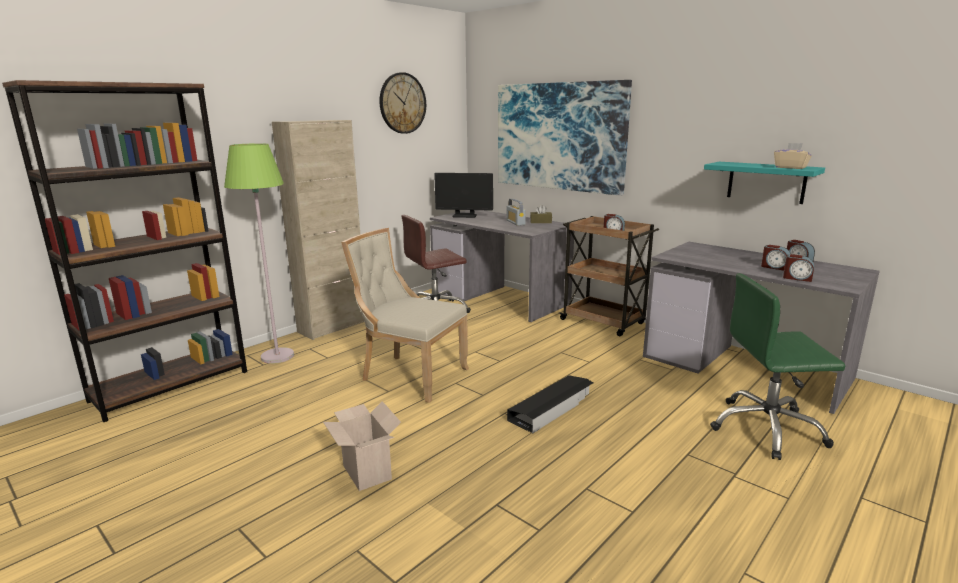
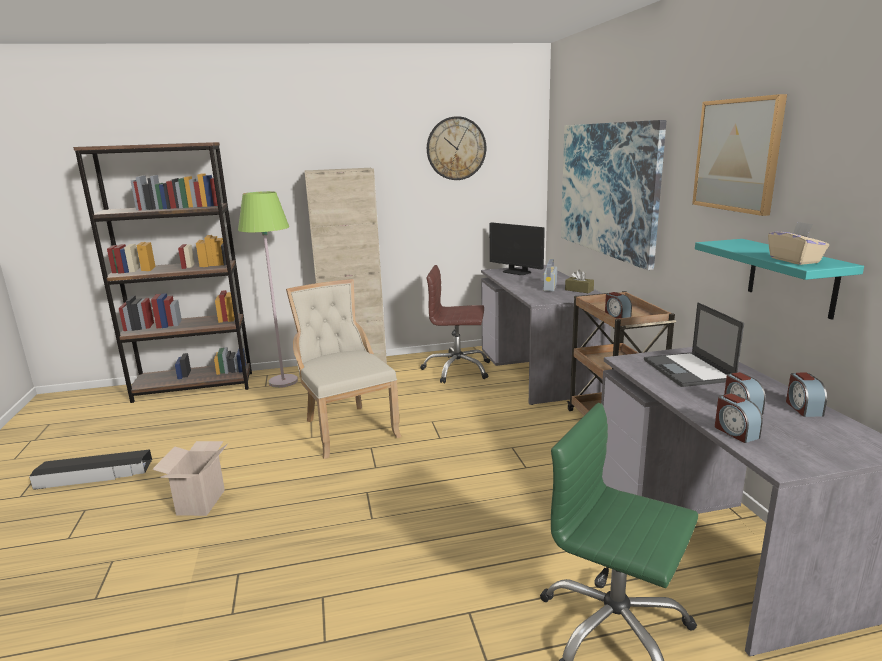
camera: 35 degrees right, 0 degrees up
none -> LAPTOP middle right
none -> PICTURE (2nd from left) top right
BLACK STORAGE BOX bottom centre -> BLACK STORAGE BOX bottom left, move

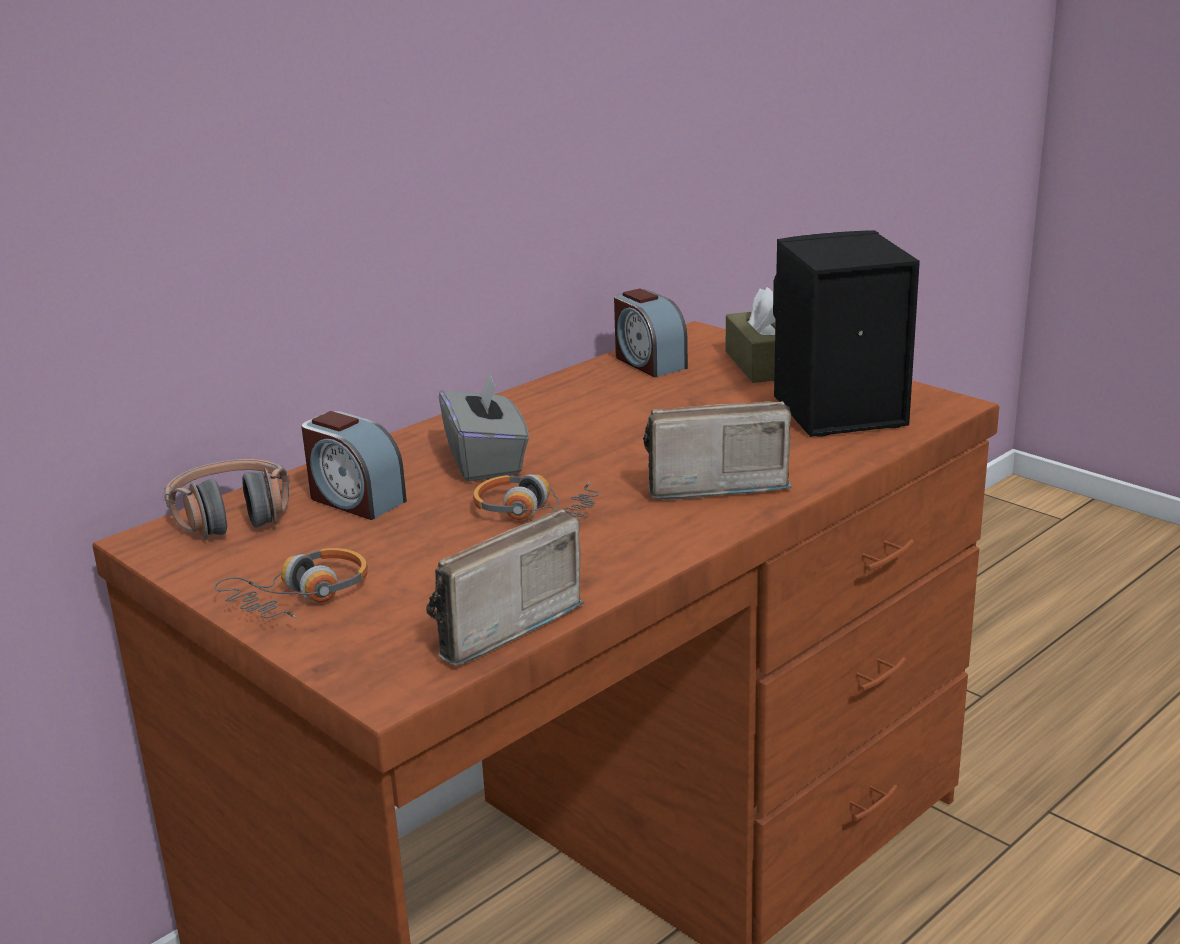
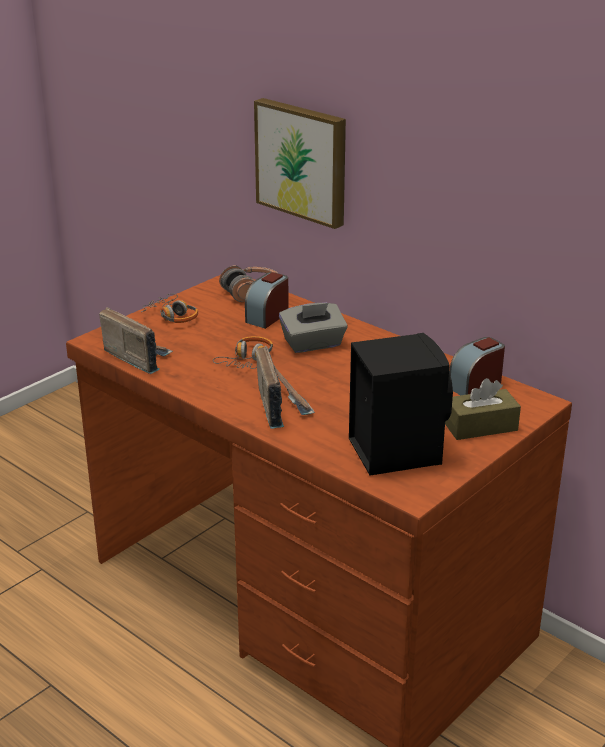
camera: 85 degrees right, 5 degrees up
none -> PICTURE top centre

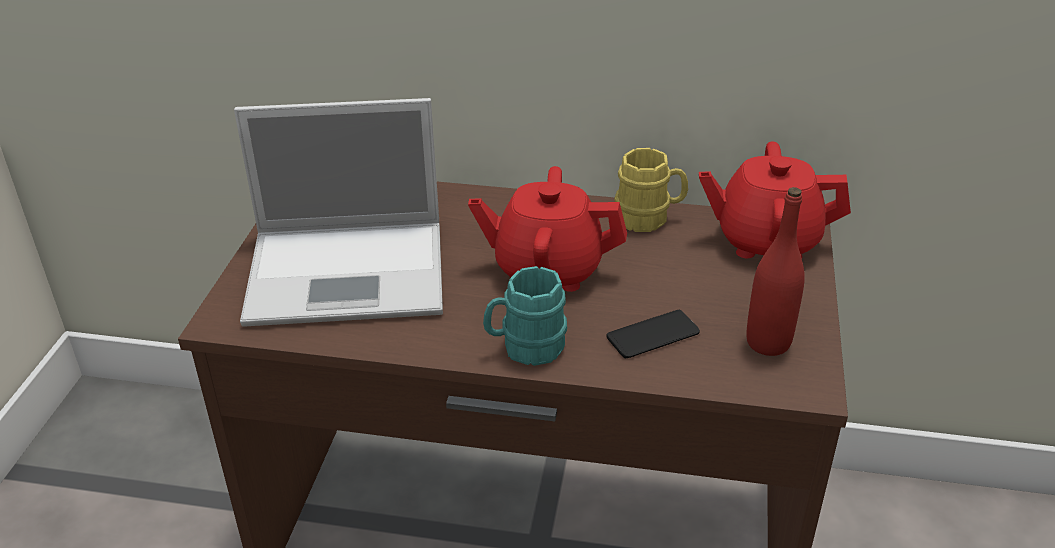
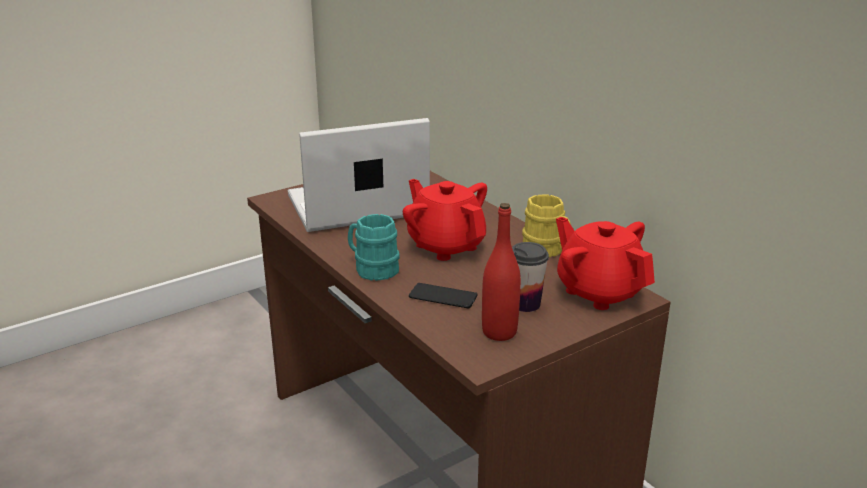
camera: 45 degrees right, 10 degrees down
none -> CUP centre
LAPTOP middle left -> LAPTOP centre, 120 degrees clockwise

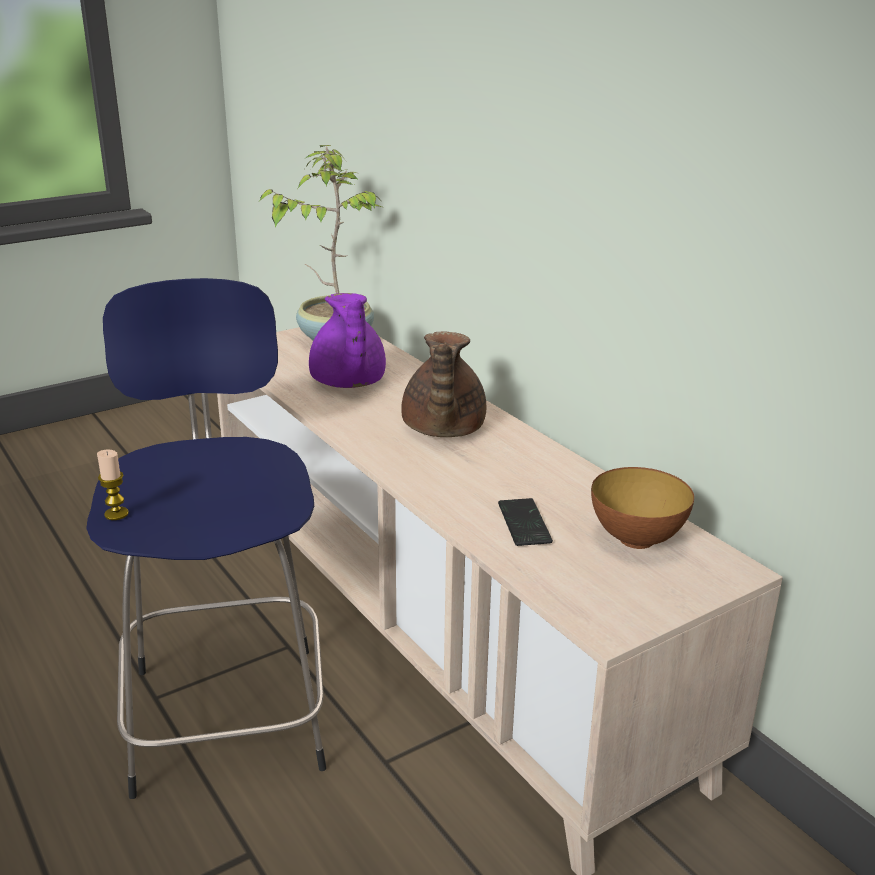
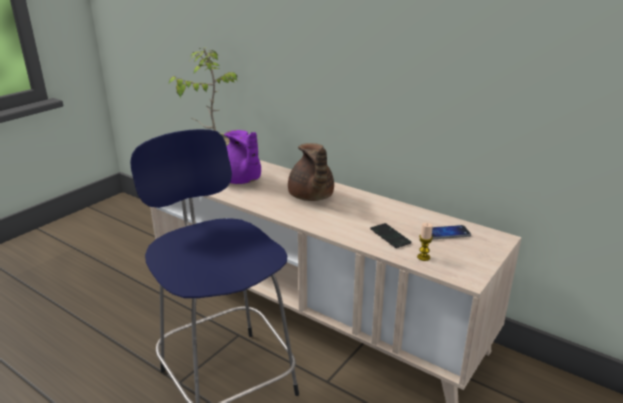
camera: 20 degrees left, 0 degrees up
CANDLE middle left -> CANDLE middle right, move
BOWL middle right -> PHONE (2nd from left) middle right

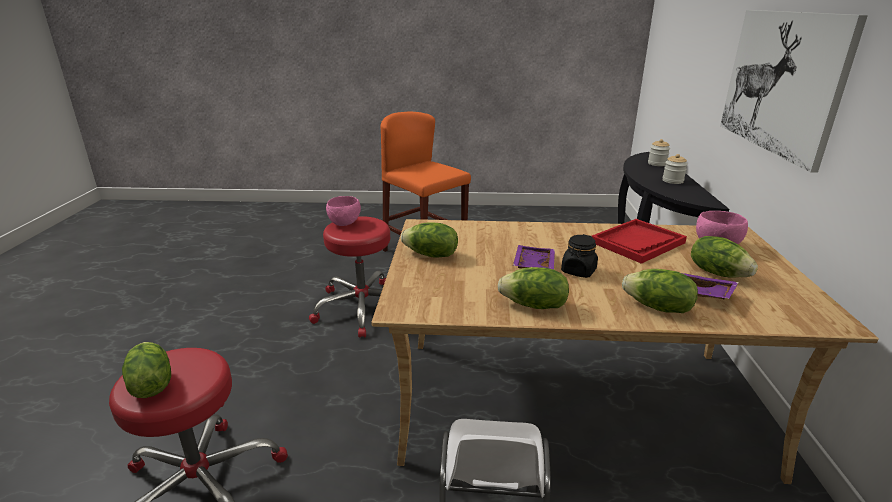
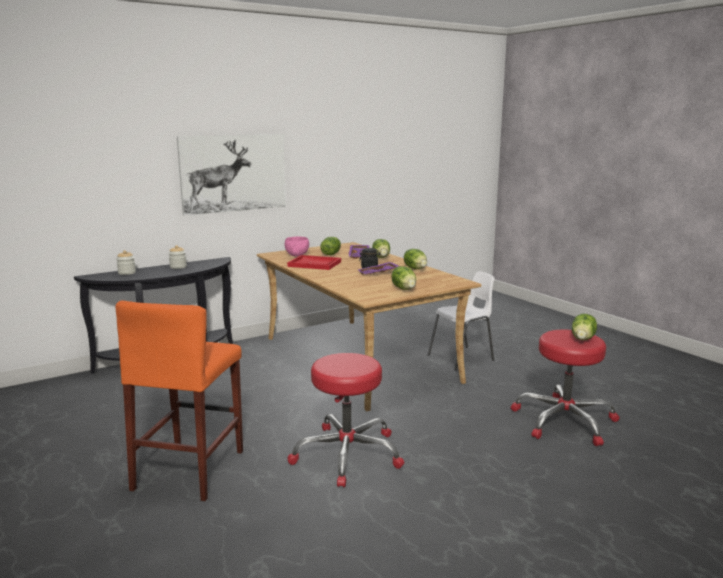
camera: 125 degrees left, 10 degrees down
PINK BOWL (1st from left) centre -> none

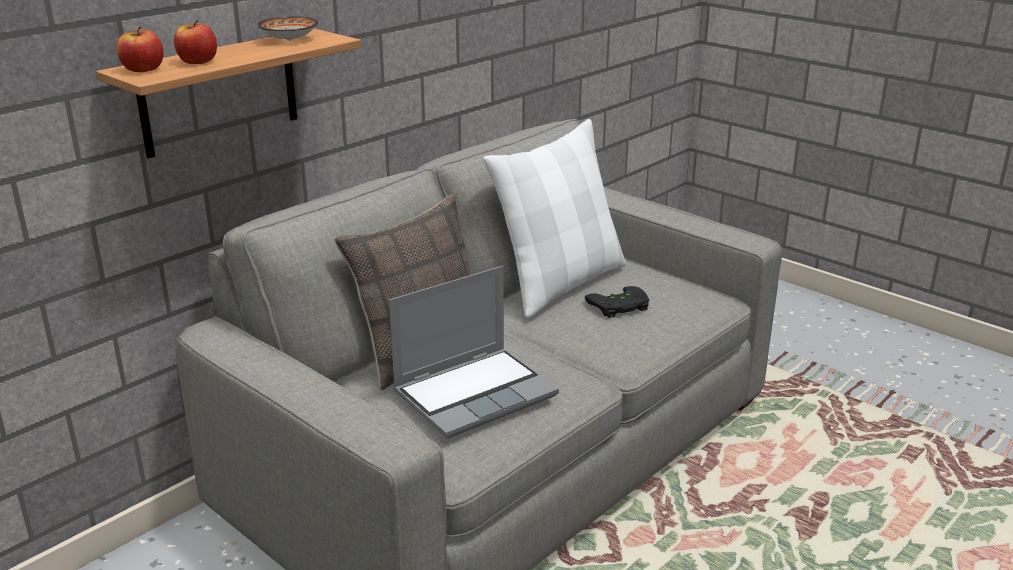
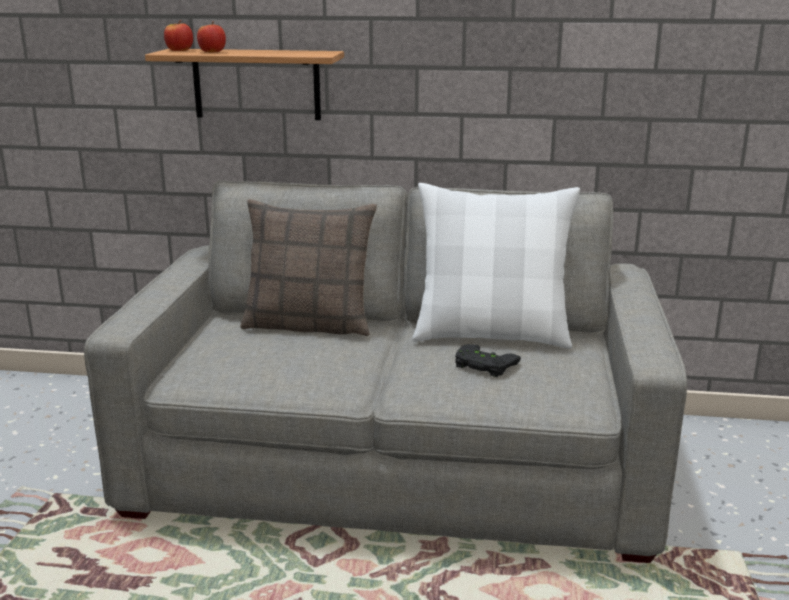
camera: 55 degrees right, 5 degrees down
BOWL top left -> none
LAPTOP centre -> none

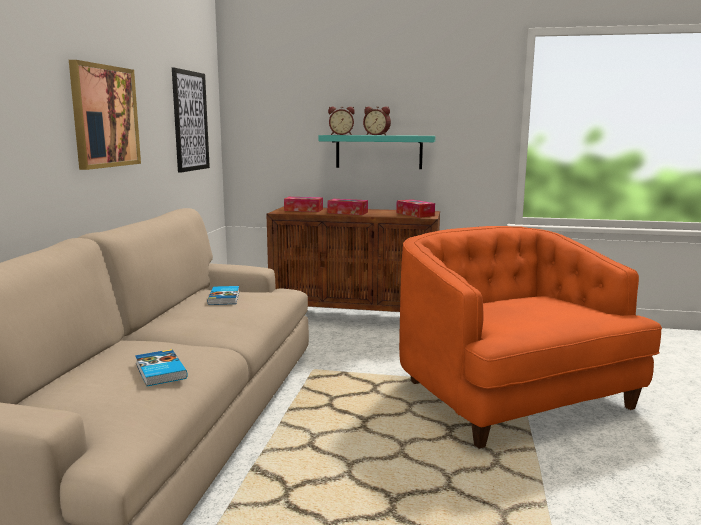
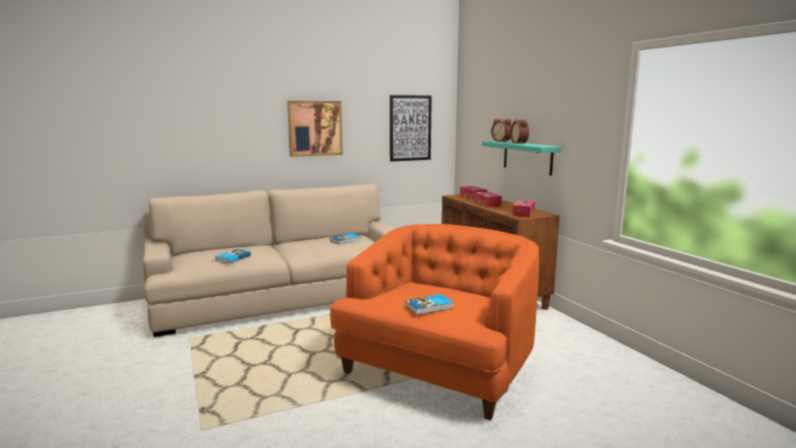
camera: 55 degrees right, 0 degrees up
none -> BOOK (3rd from left) bottom centre

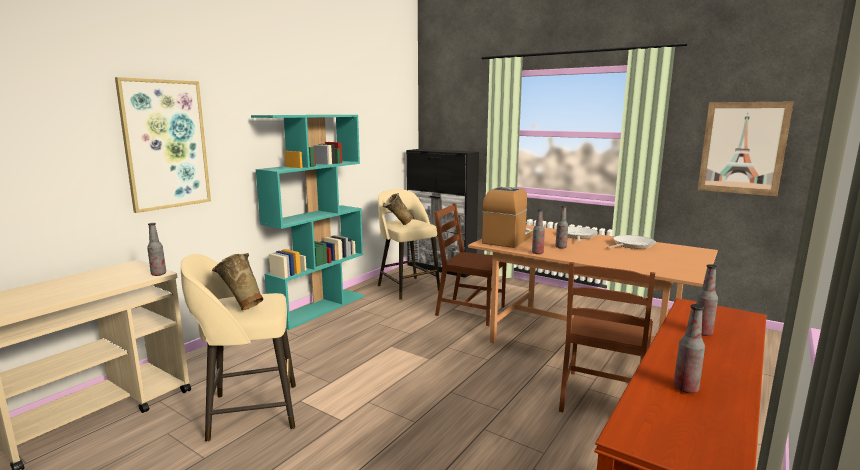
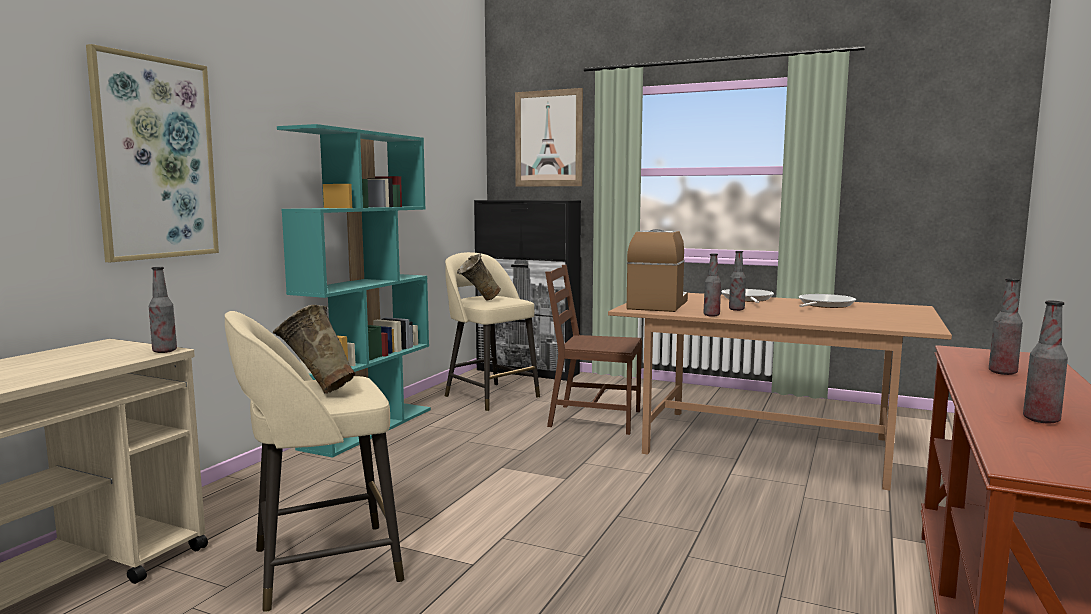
camera: 10 degrees left, 5 degrees down
BROWN CHAIR (2nd from left) bottom right -> none
PICTURE (2nd from left) top right -> PICTURE (2nd from left) top centre, move

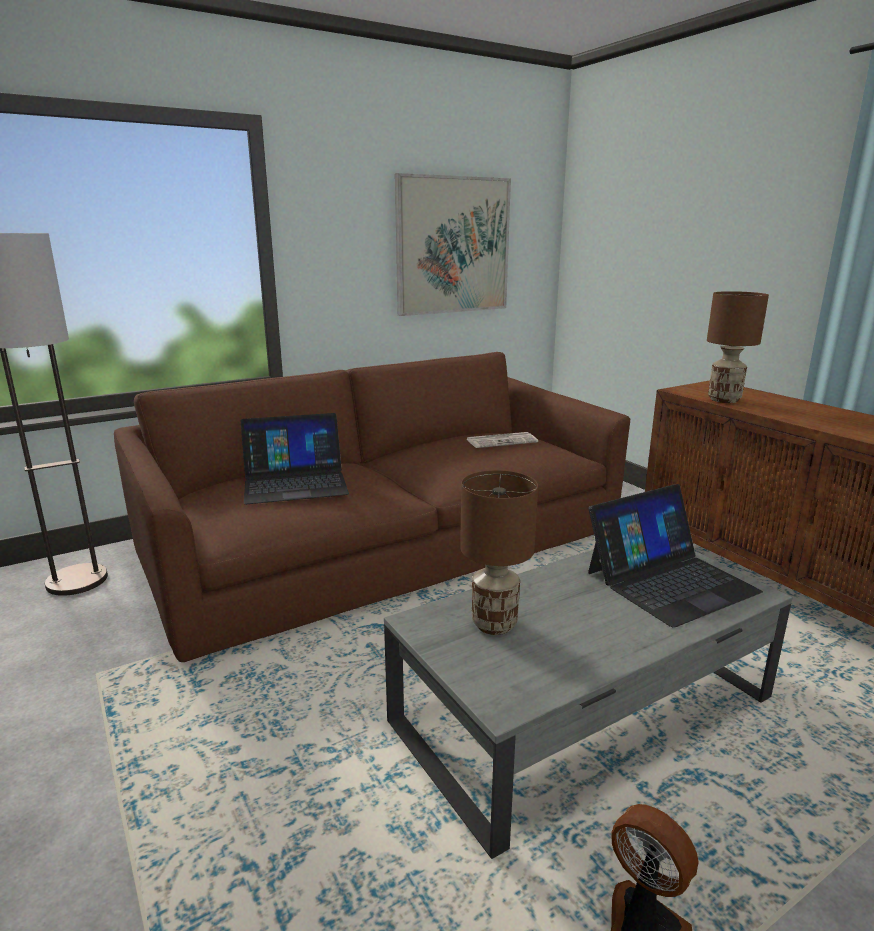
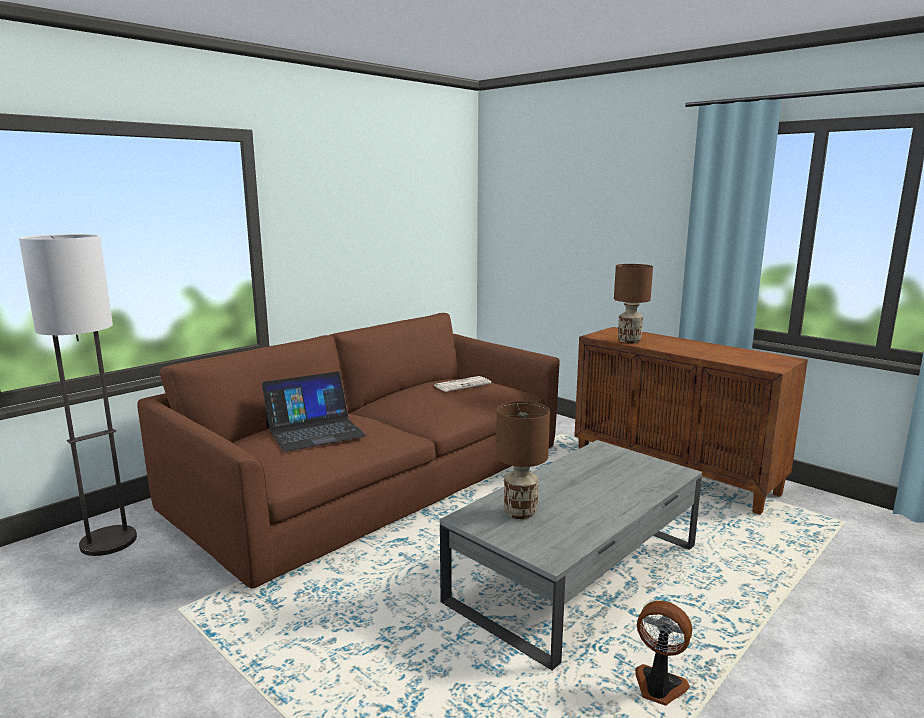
camera: 15 degrees left, 5 degrees down
PICTURE top centre -> none
LAPTOP (2nd from left) middle right -> none

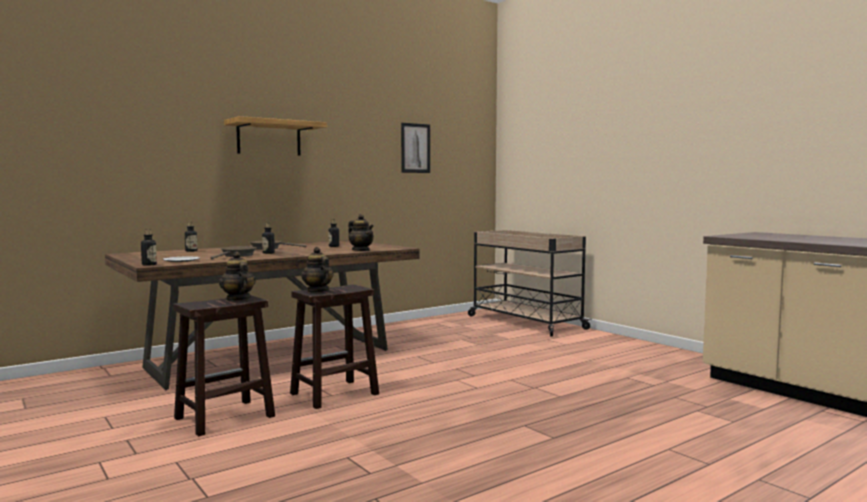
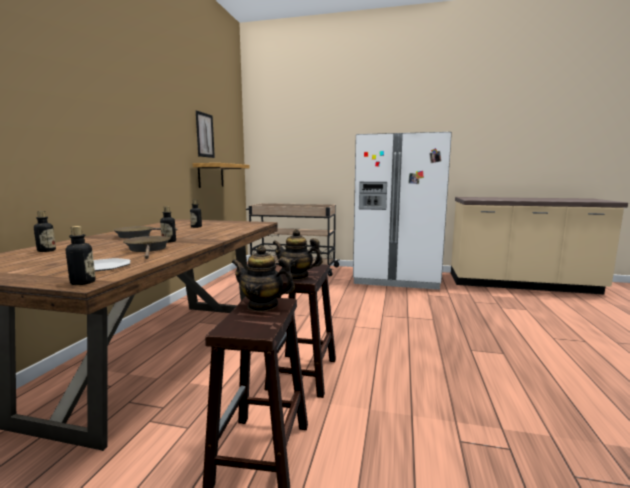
camera: 40 degrees left, 5 degrees up
TEAPOT (3rd from left) centre -> none
none -> WHITE FRIDGE centre
SHELF top left -> SHELF centre, move

